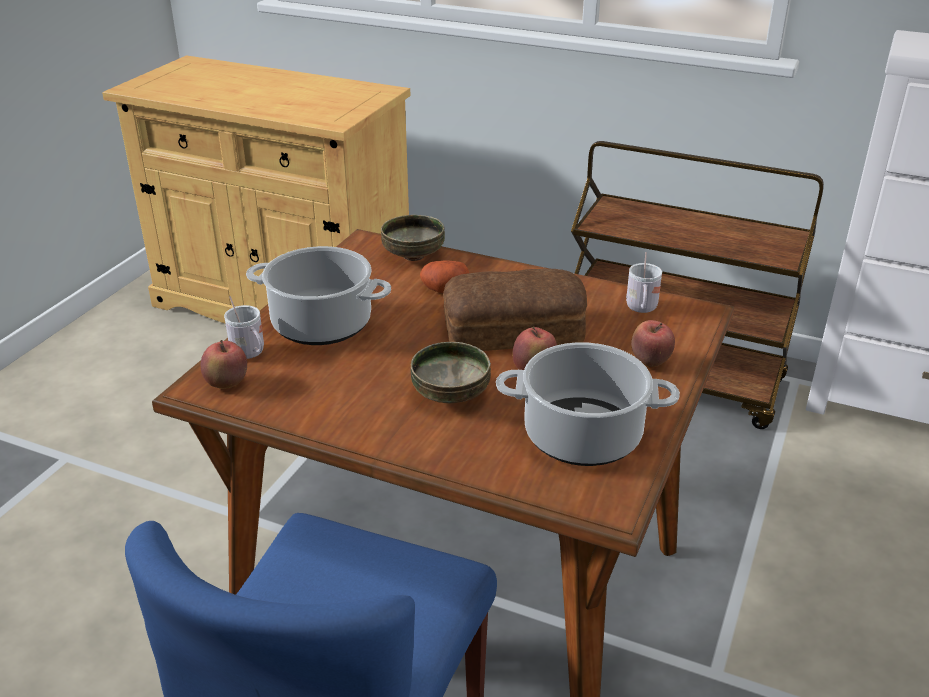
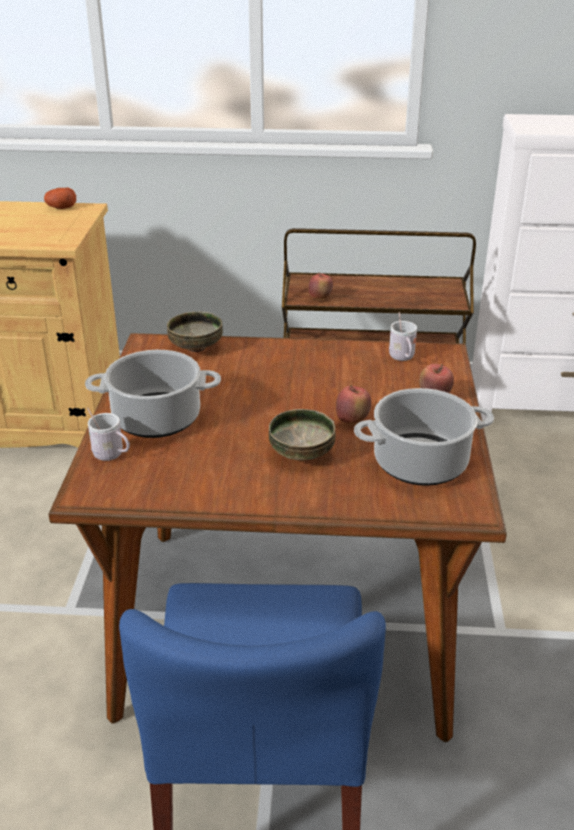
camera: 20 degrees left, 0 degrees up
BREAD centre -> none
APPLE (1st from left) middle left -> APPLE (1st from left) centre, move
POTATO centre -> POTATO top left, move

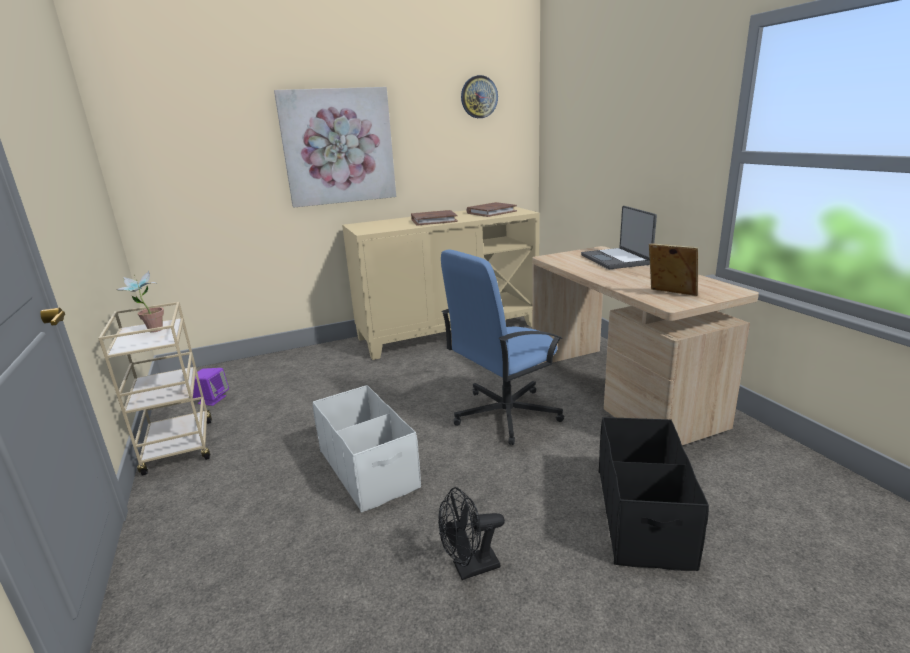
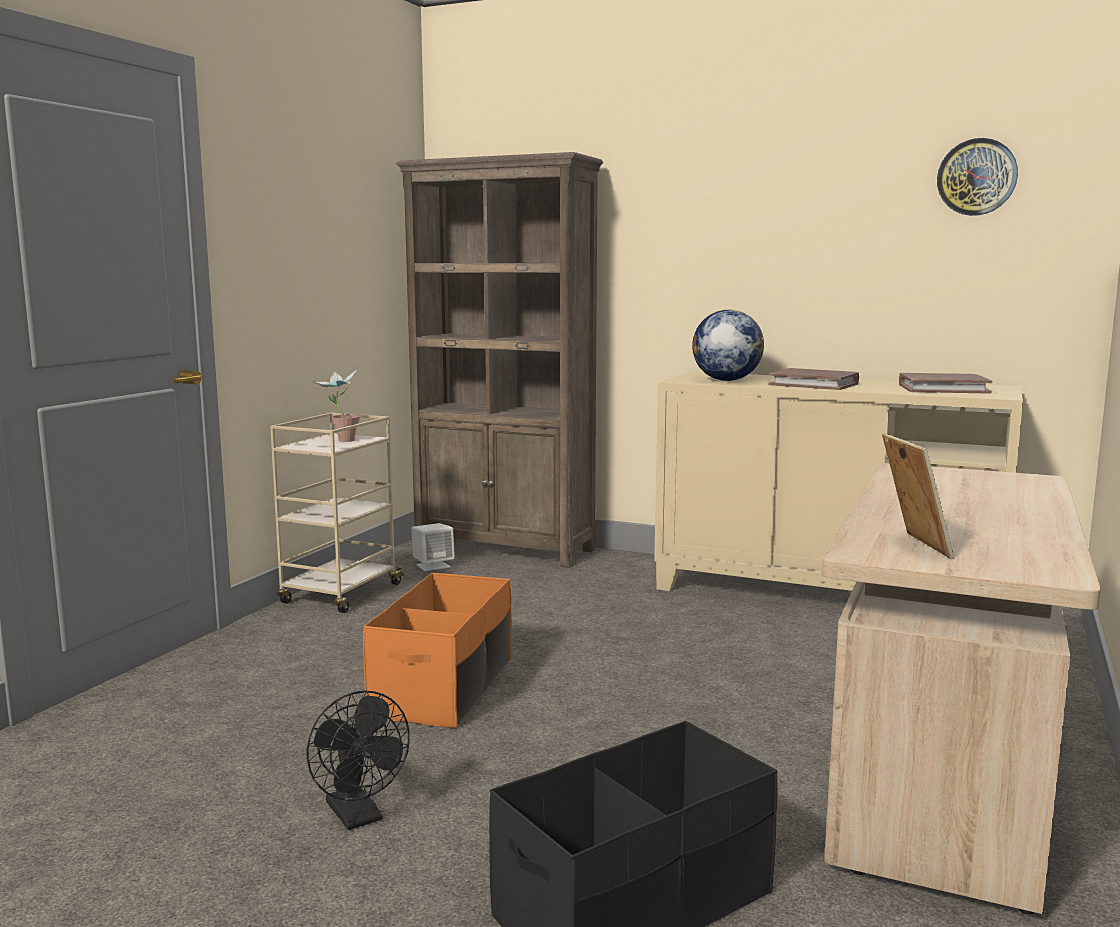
camera: 45 degrees right, 10 degrees down
PICTURE top centre -> none
BLUE OFFICE CHAIR centre -> none
LAPTOP middle right -> none
none -> BROWN BOOKCASE centre
none -> GLOBE centre
PURPLE SPEAKER middle left -> WHITE SPEAKER centre
WHITE STORAGE BOX bottom centre -> ORANGE STORAGE BOX bottom centre
BLACK FAN bottom centre -> BLACK FAN bottom left, 150 degrees counterclockwise

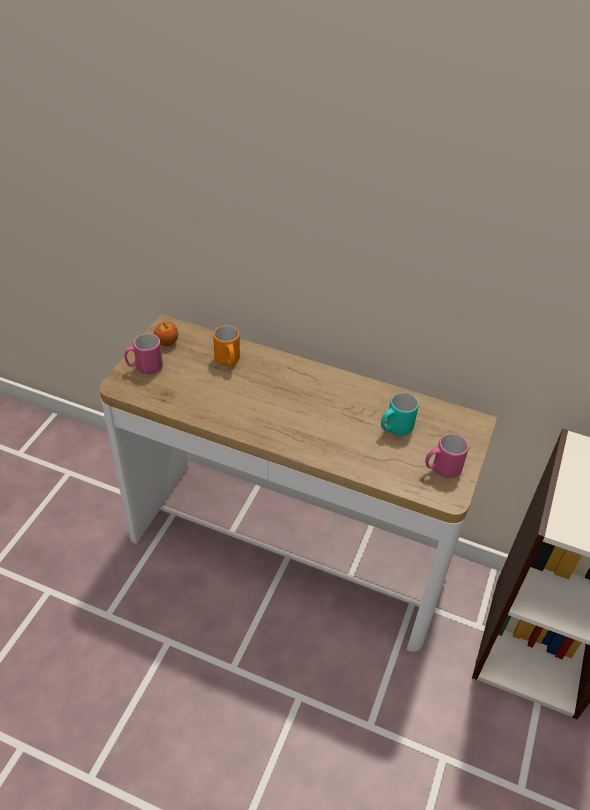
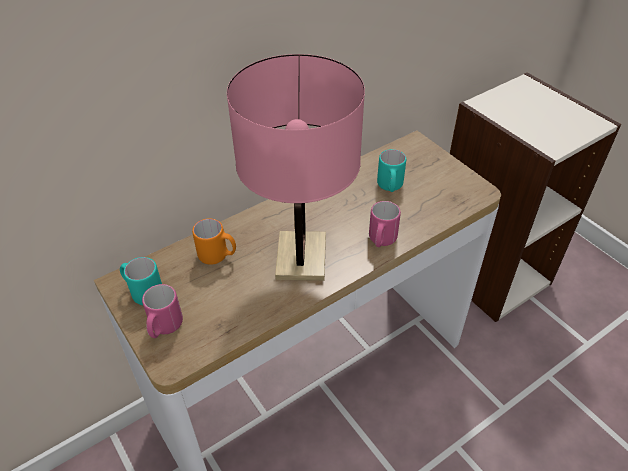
camera: 55 degrees left, 0 degrees up
none -> PINK TABLE LAMP centre
PINK MUG (2nd from left) middle right -> PINK MUG (2nd from left) centre, move
APPLE middle left -> TURQUOISE MUG (1st from left) middle left

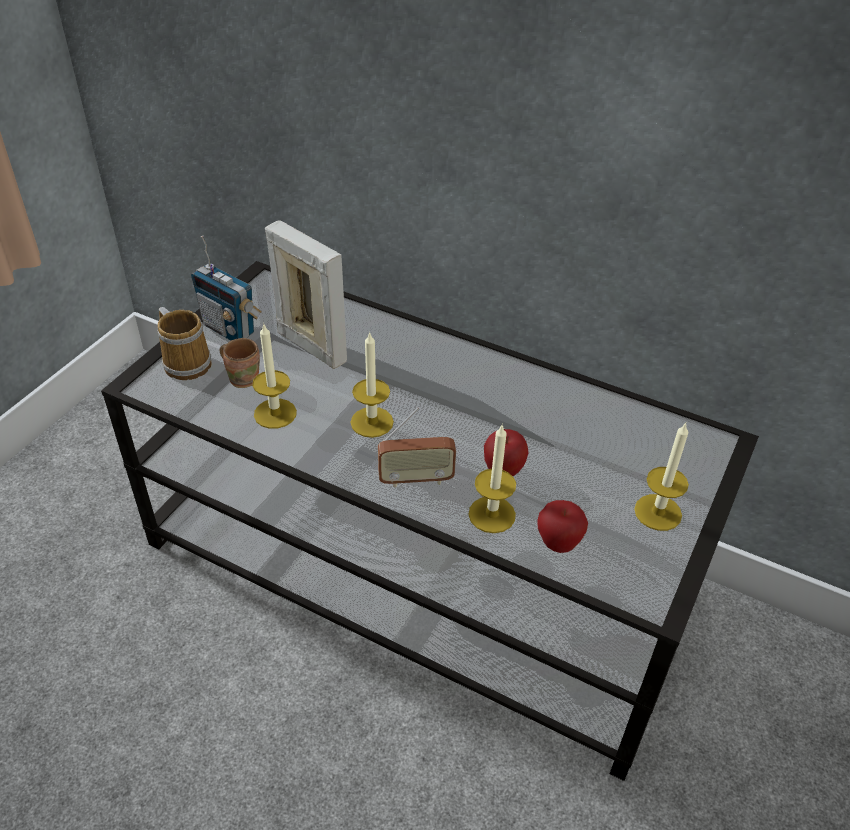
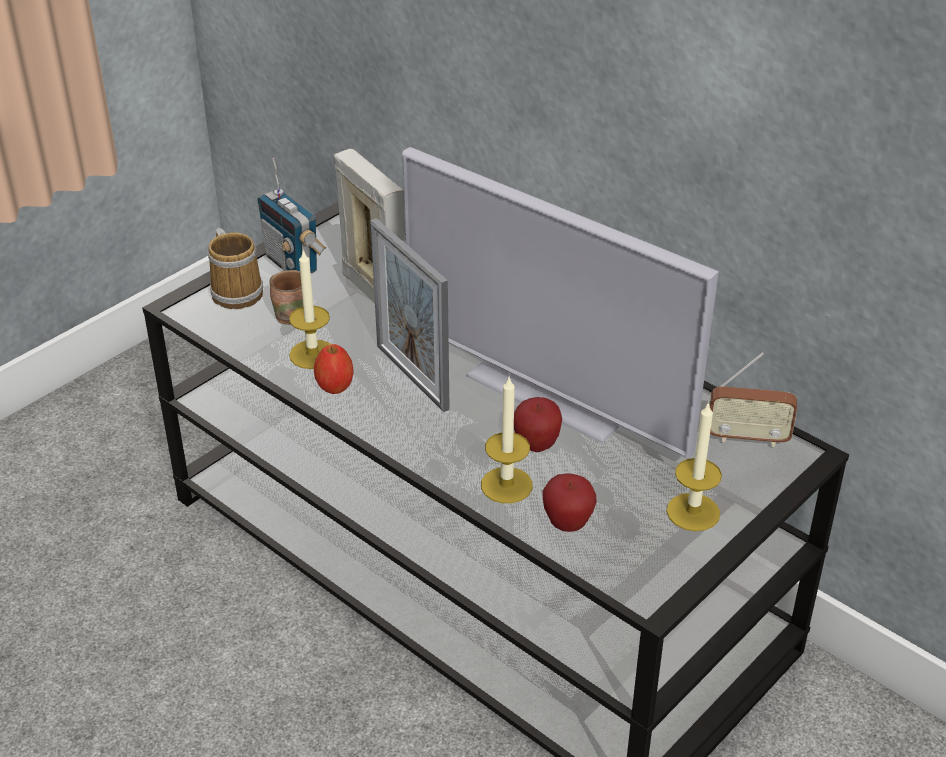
camera: 15 degrees right, 5 degrees down
none -> APPLE (1st from left) centre
none -> TELEVISION centre
RADIO (2nd from left) centre -> RADIO (2nd from left) middle right, move
CANDLE (2nd from left) centre -> PICTURE FRAME (2nd from left) centre

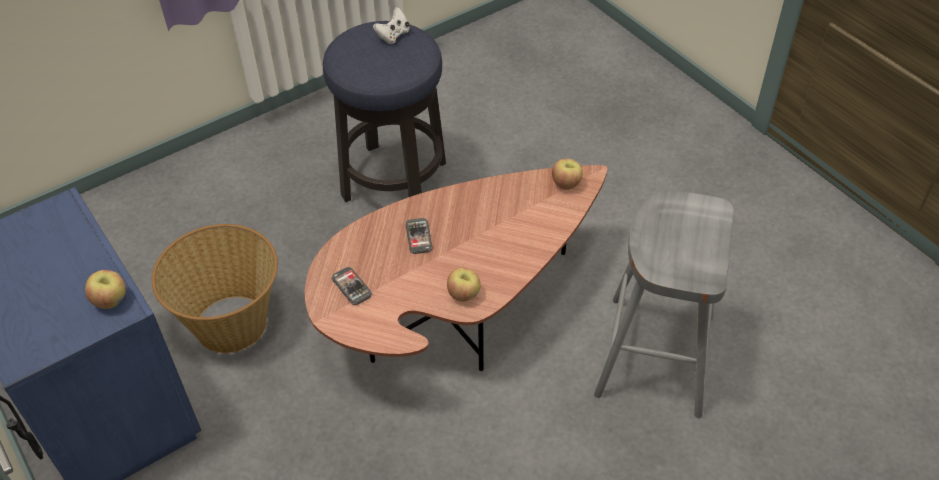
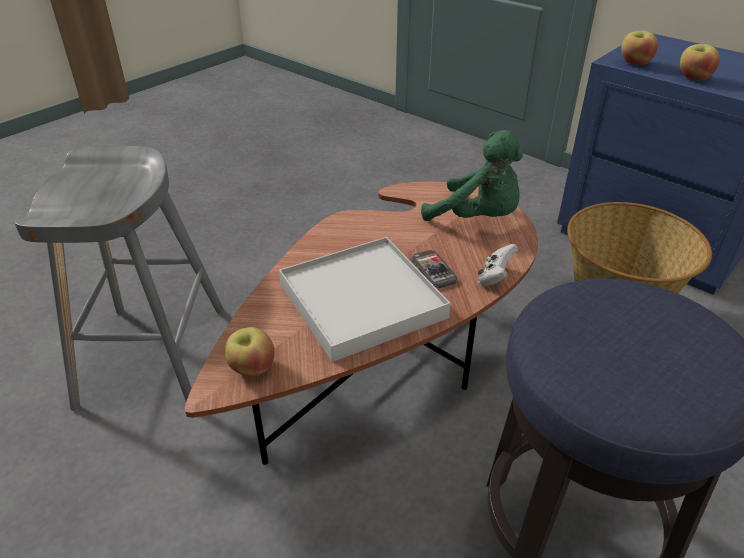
camera: 165 degrees right, 10 degrees down
none -> WHITE TRAY centre
WHITE GAME CONTROLLER top centre -> WHITE GAME CONTROLLER middle right, move
APPLE (2nd from left in the first image) centre -> APPLE (3rd from left) top right, move
PHONE (1st from left) centre -> GREEN PLUSH TOY top centre

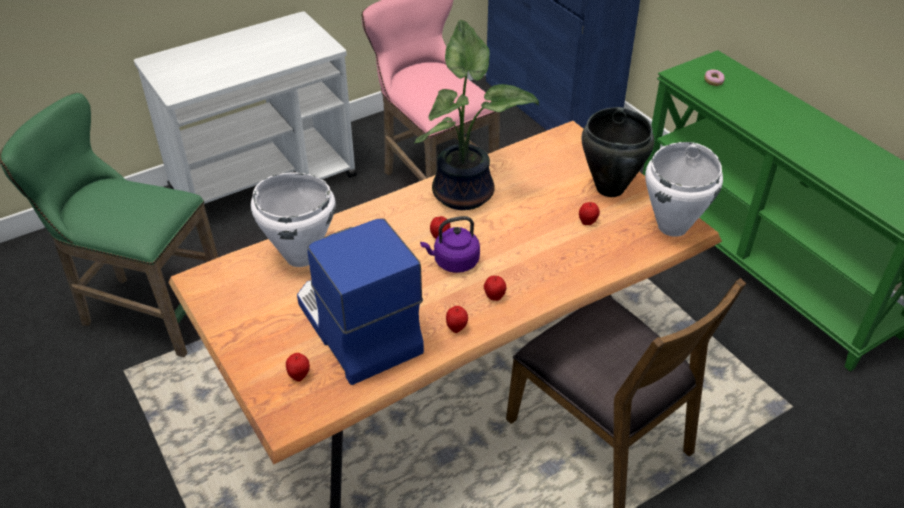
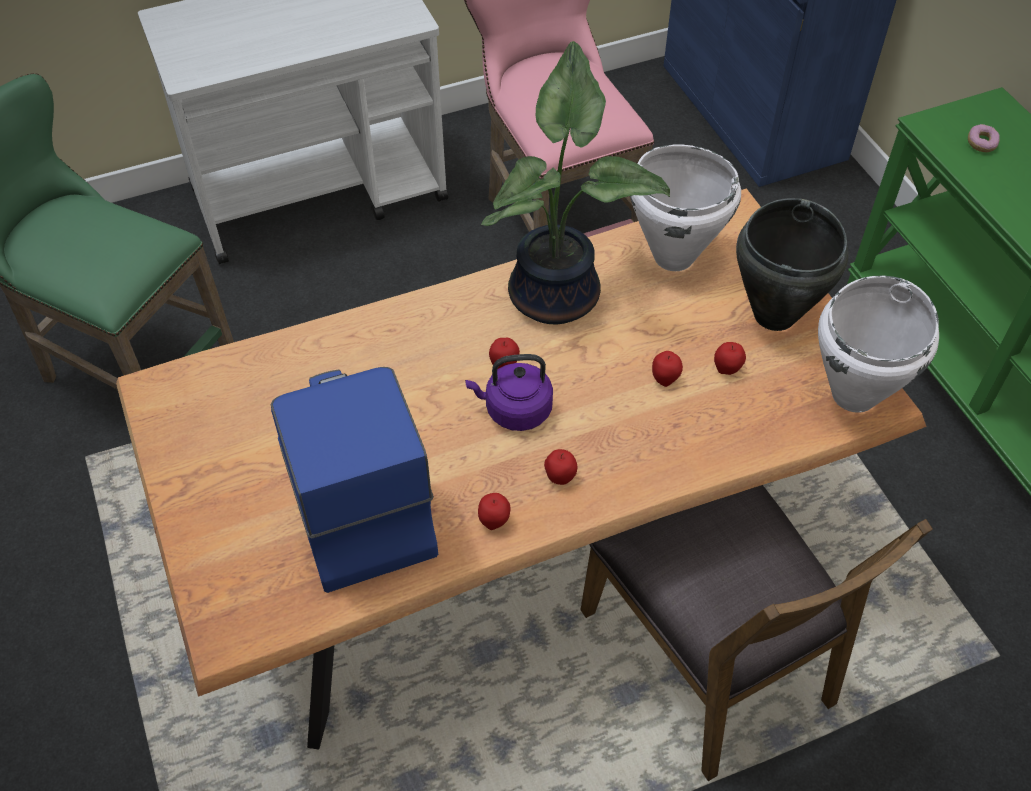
camera: 10 degrees right, 10 degrees up
WHITE COOKING POT (1st from left) middle left -> WHITE COOKING POT (1st from left) top centre, move
APPLE (1st from left in the first image) bottom left -> APPLE (4th from left) centre, move

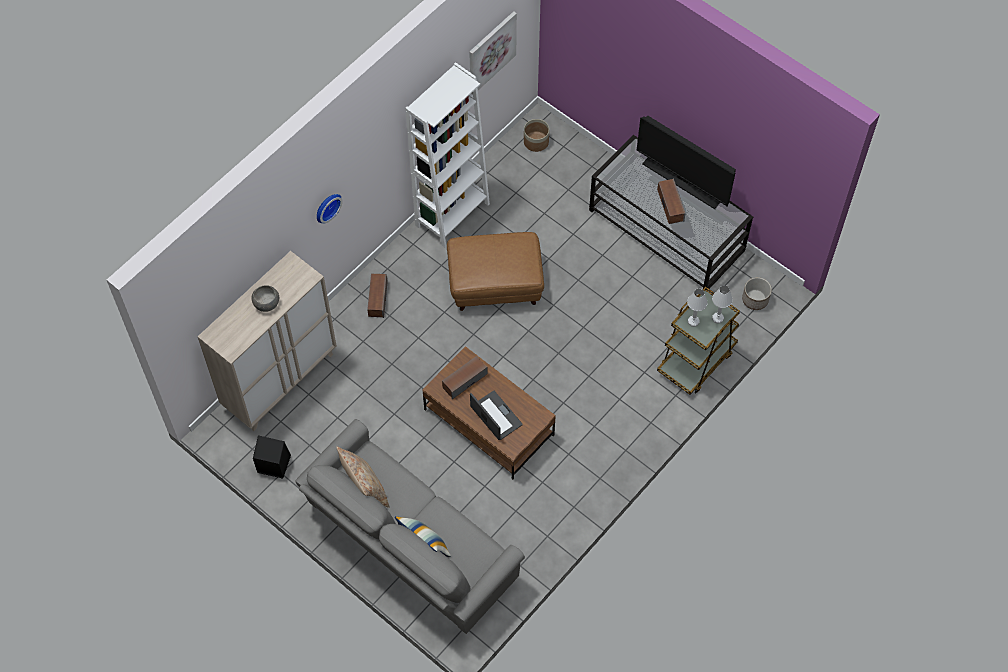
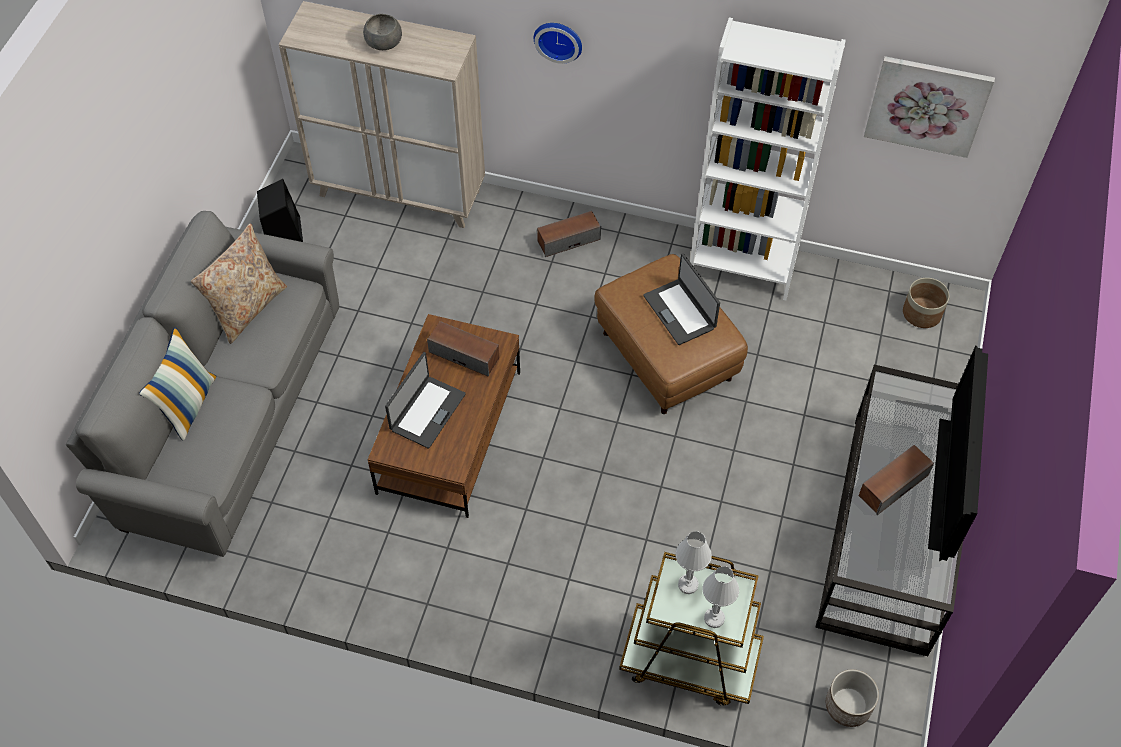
camera: 65 degrees right, 5 degrees down
none -> LAPTOP (2nd from left) centre

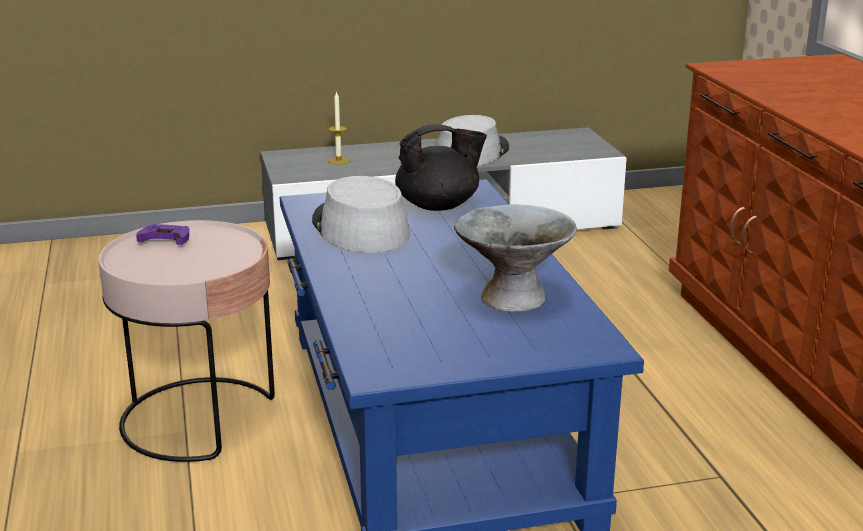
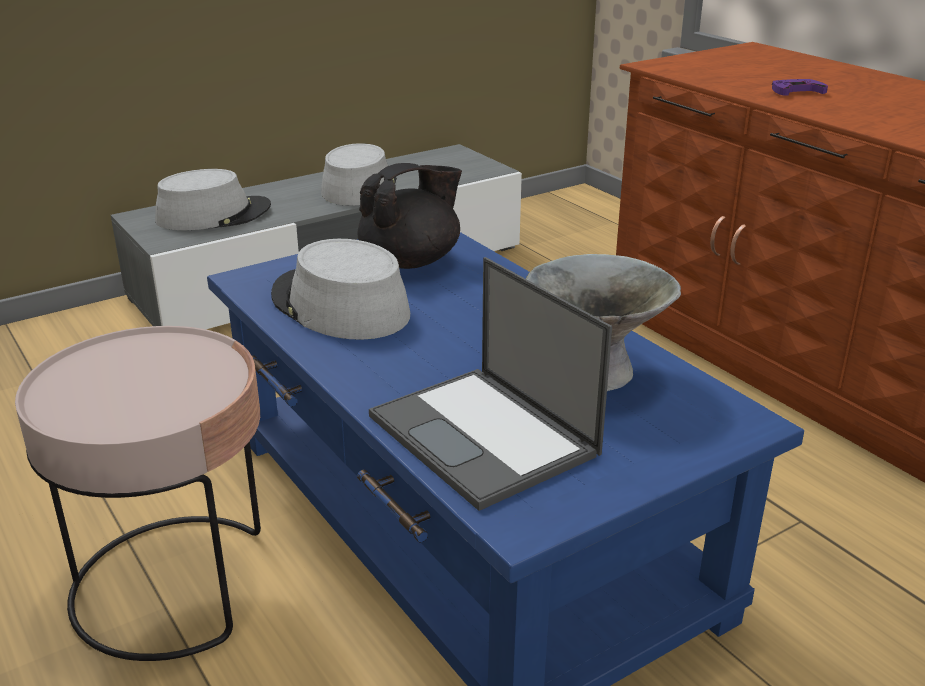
camera: 20 degrees left, 5 degrees up
none -> LAPTOP centre
PURPLE GAME CONTROLLER middle left -> PURPLE GAME CONTROLLER top right, move
CANDLE top centre -> GREY HAT (1st from left) top left

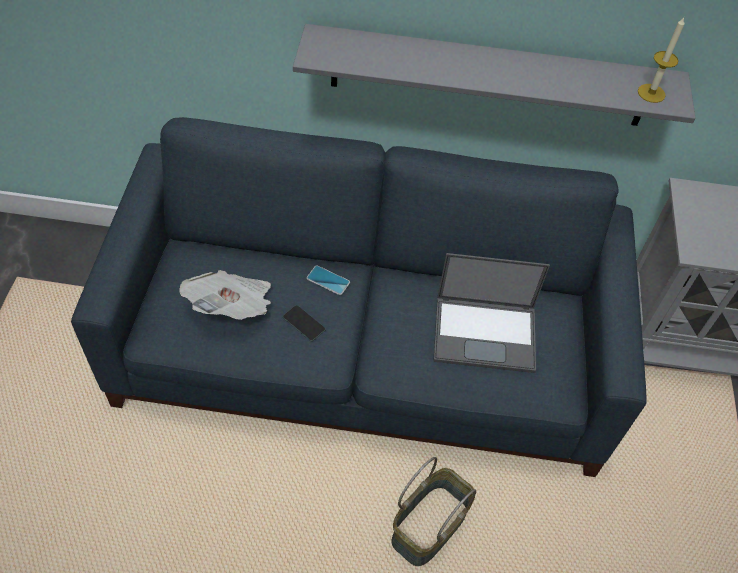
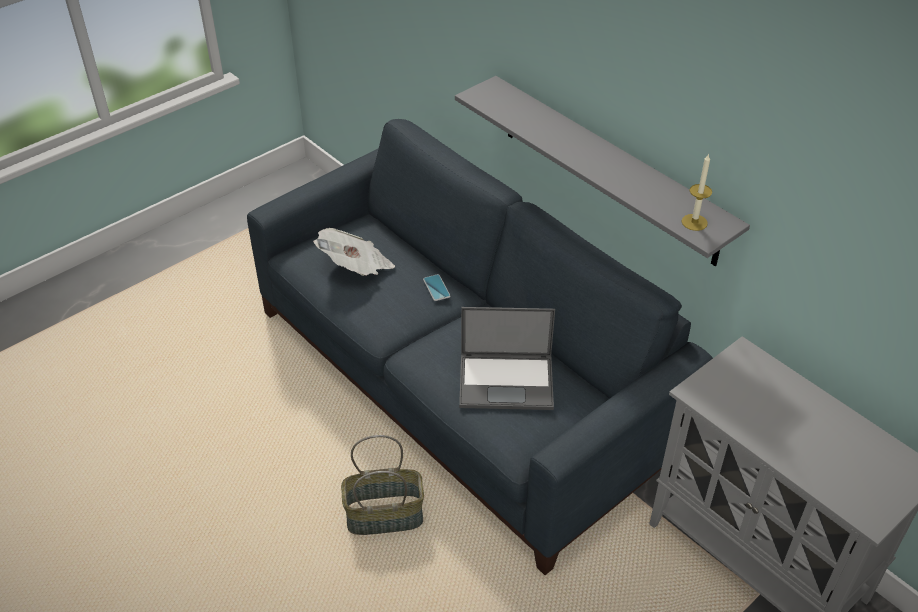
camera: 45 degrees right, 10 degrees down
PHONE (1st from left) centre -> none
LAPTOP centre, 45 degrees counterclockwise

